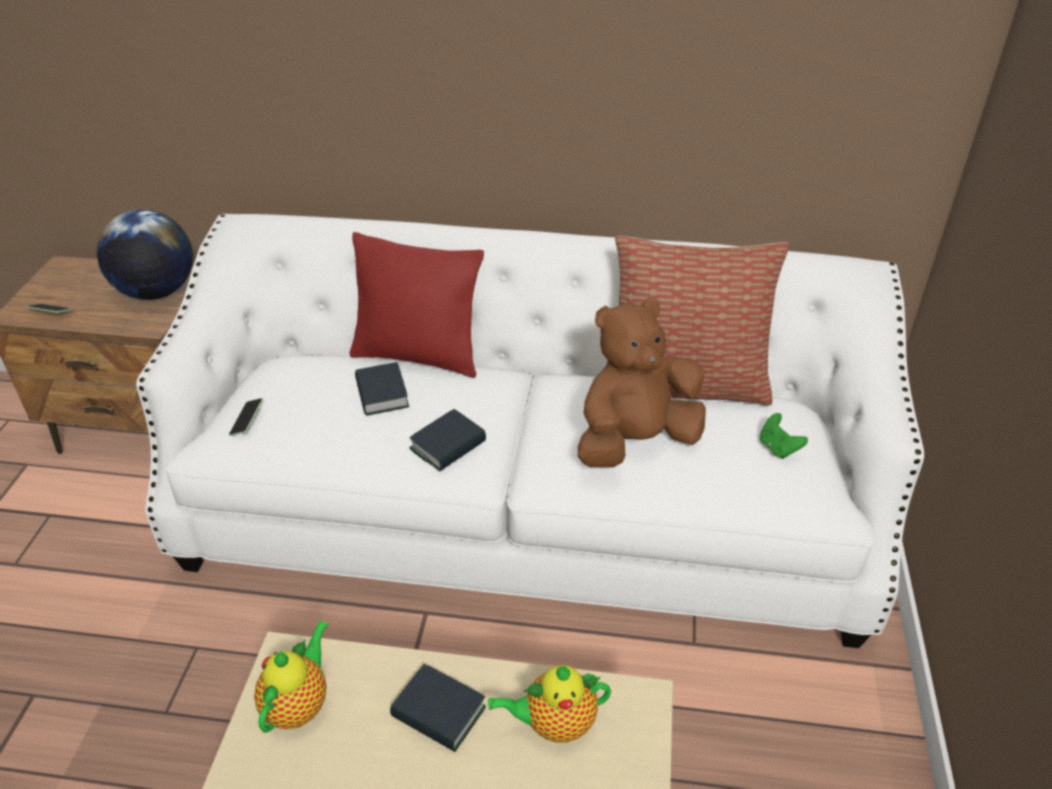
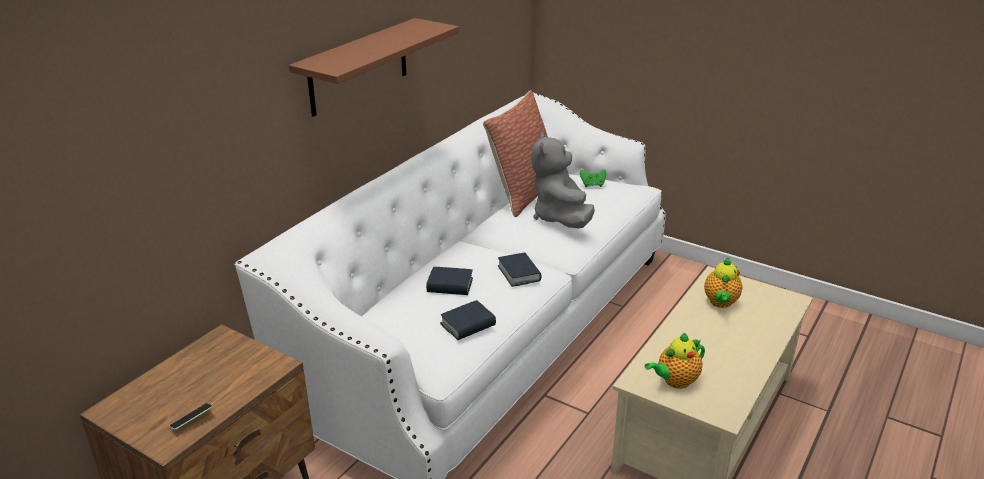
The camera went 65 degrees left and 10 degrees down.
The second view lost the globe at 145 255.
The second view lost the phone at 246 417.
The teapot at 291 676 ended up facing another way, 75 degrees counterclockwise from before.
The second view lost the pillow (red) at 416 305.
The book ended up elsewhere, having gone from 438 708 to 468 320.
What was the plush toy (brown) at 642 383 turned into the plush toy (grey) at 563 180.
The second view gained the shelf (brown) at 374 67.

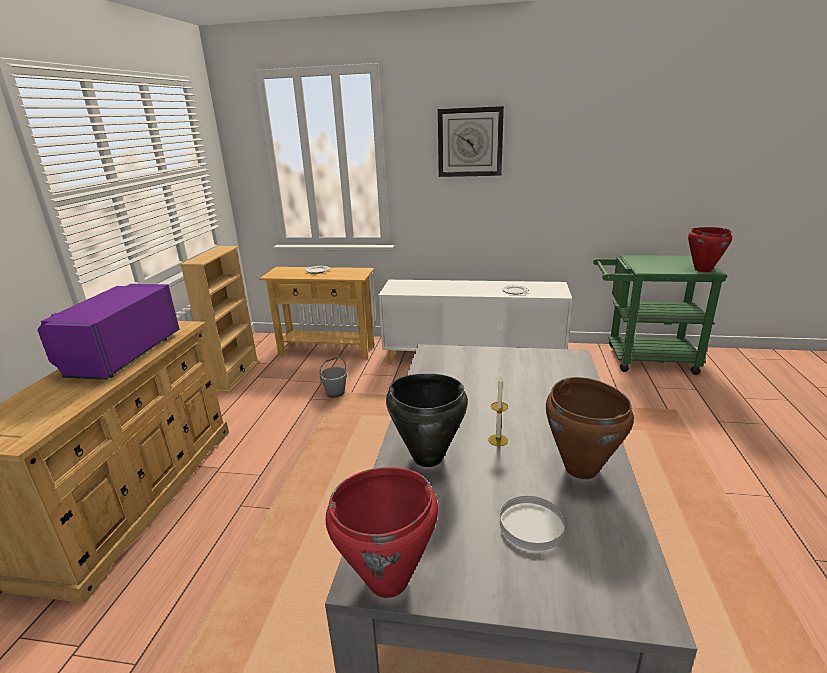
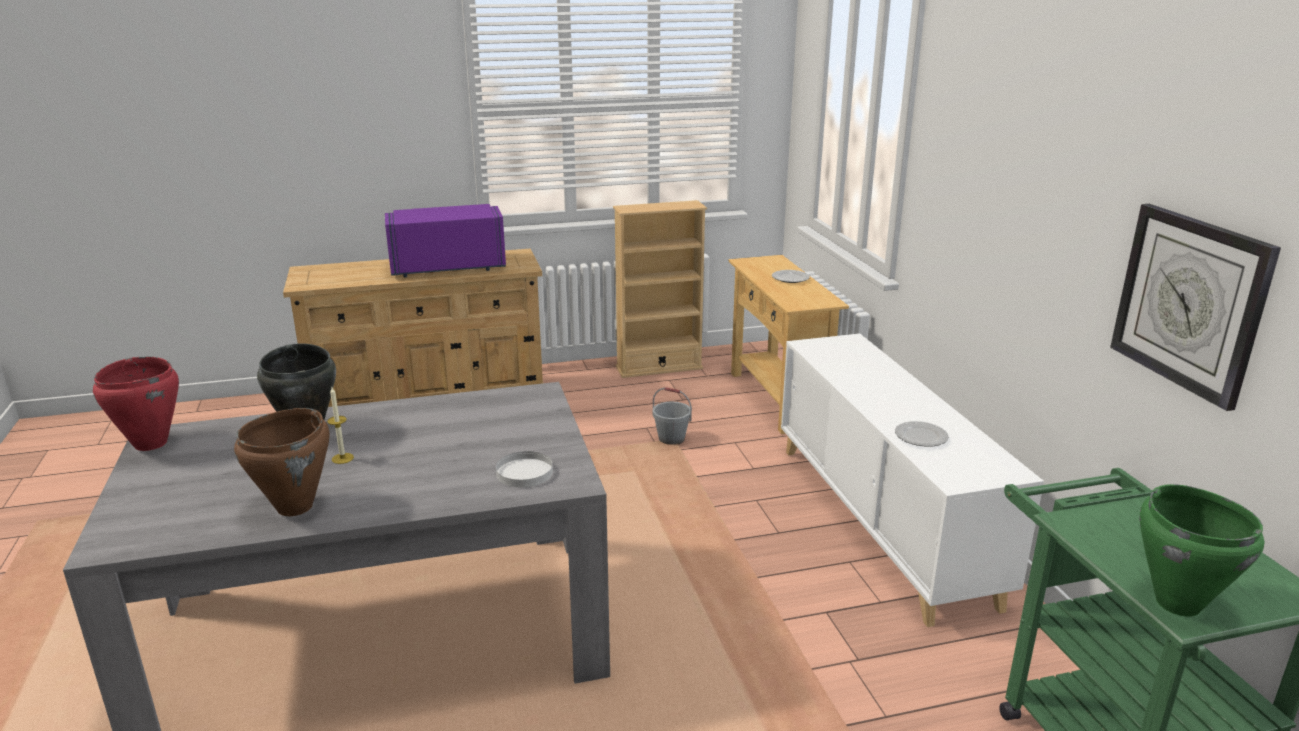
The camera went 65 degrees right and 0 degrees up.
The wall clock ended up elsewhere, having gone from 471 141 to 1195 307.
The plate (white) ended up elsewhere, having gone from 532 523 to 524 469.
What was the cooking pot (red) at 710 249 turned into the cooking pot (green) at 1201 550.

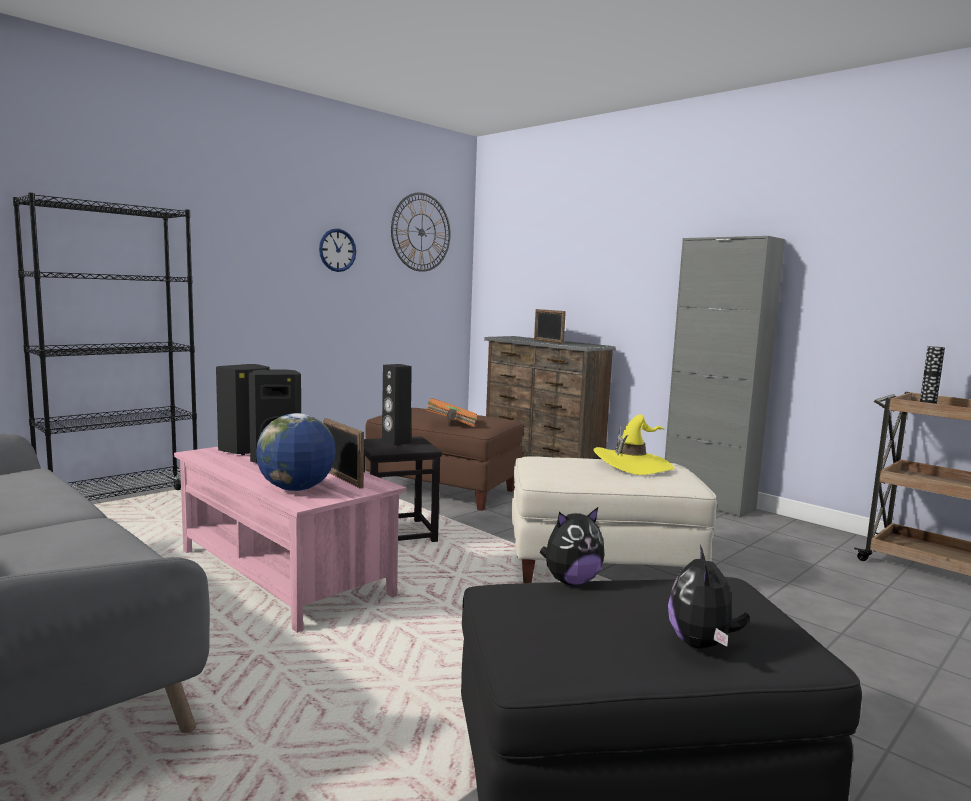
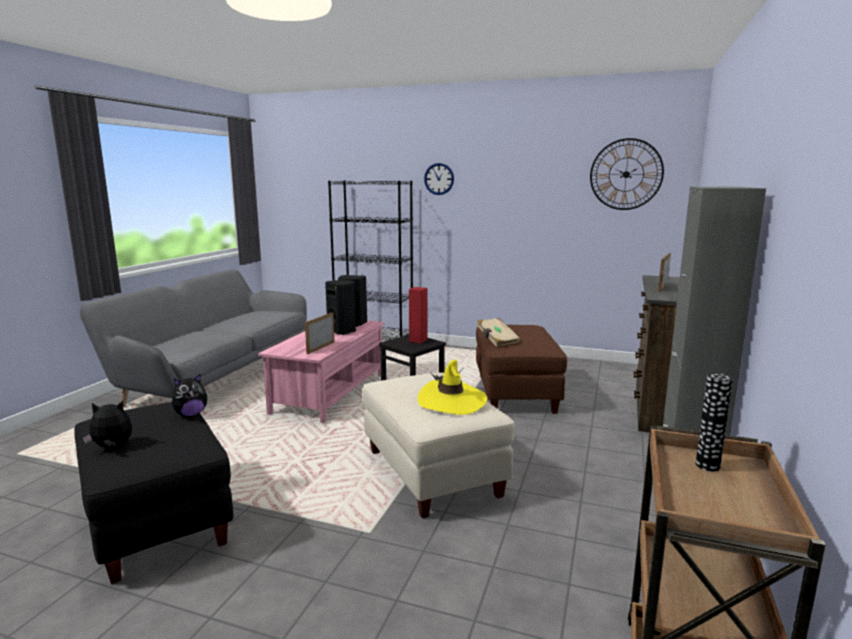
The camera went 65 degrees right and 5 degrees up.
The second view lost the globe at 296 452.
The wall clock ended up elsewhere, having gone from 337 250 to 439 179.
What was the speaker (black) at 397 404 turned into the speaker (red) at 418 315.
What was the book (orange) at 451 412 turned into the book (beige) at 498 332.
The plush toy at 572 546 ended up facing another way, 75 degrees counterclockwise from before.

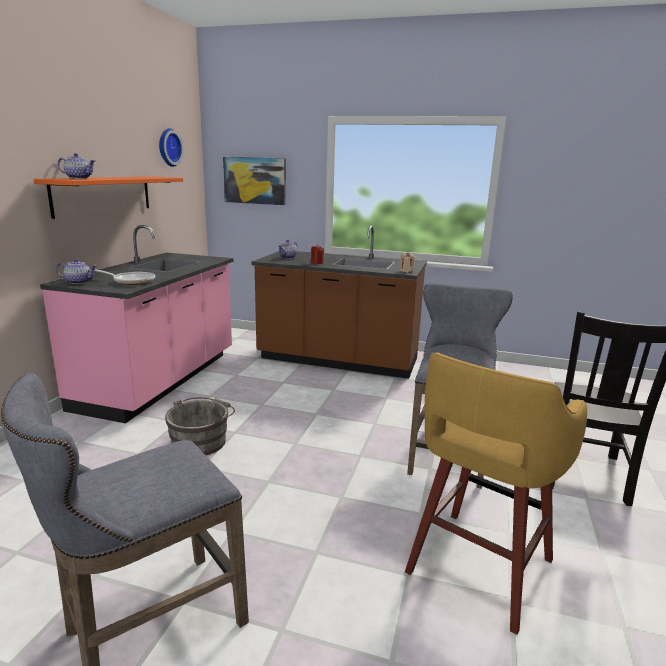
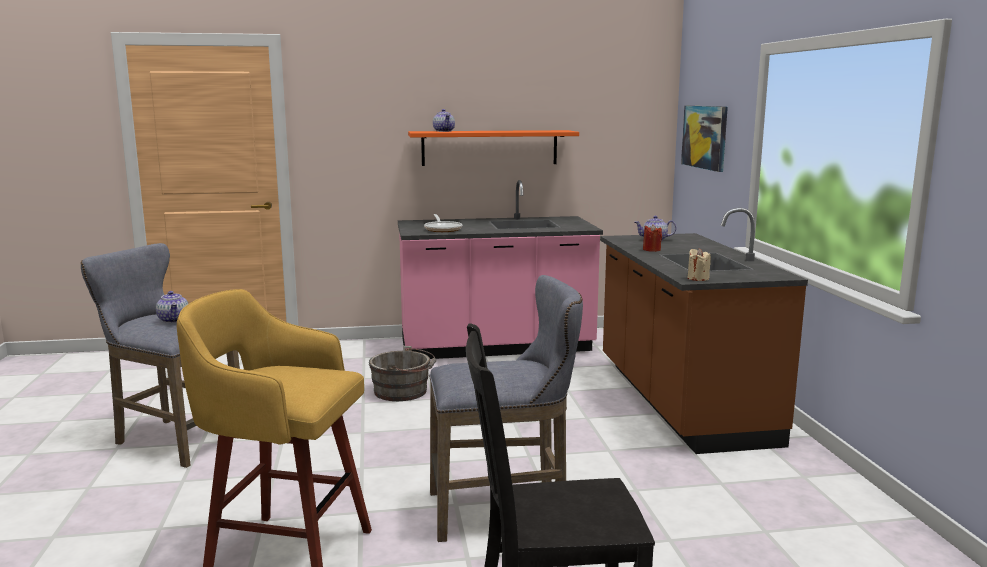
The camera went 65 degrees right and 5 degrees down.
The teapot ended up elsewhere, having gone from 76 271 to 172 307.
The second view lost the wall clock at 171 147.

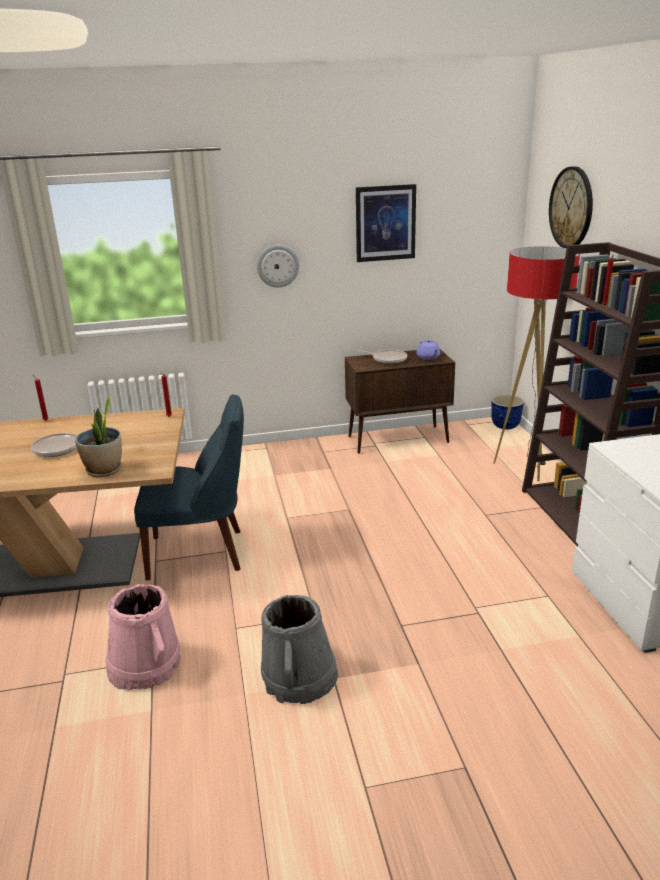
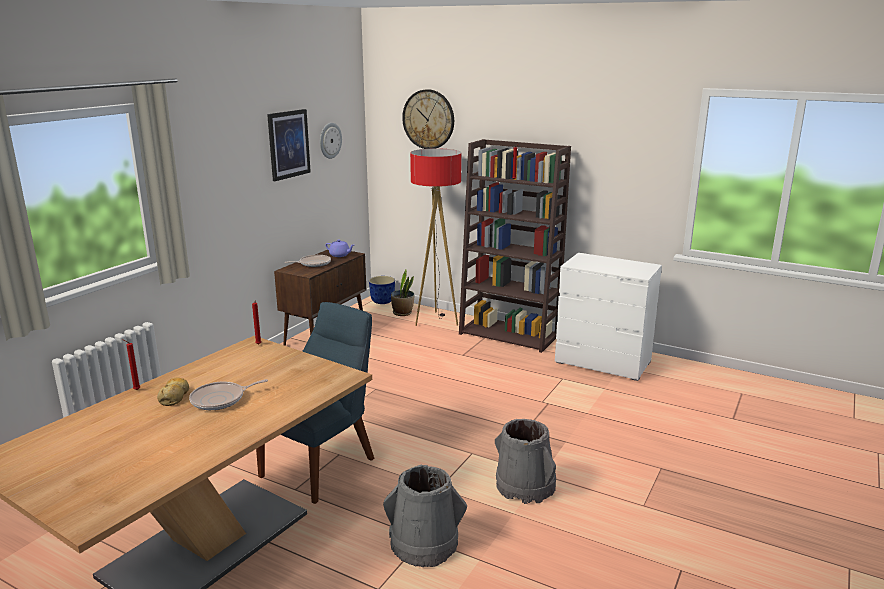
The camera went 50 degrees left and 5 degrees down.
The potted plant ended up elsewhere, having gone from 98 435 to 403 292.
What was the bucket (pink) at 143 637 turned into the bucket (grey) at 425 516.
The wall clock ended up elsewhere, having gone from 278 266 to 331 141.
The second view gained the bread at 173 392.

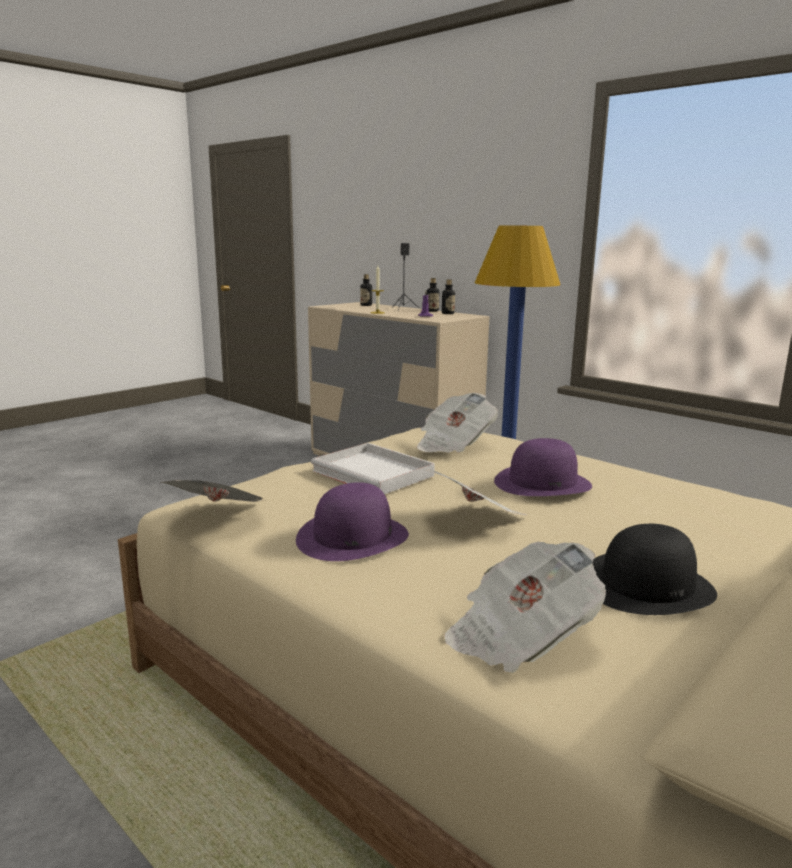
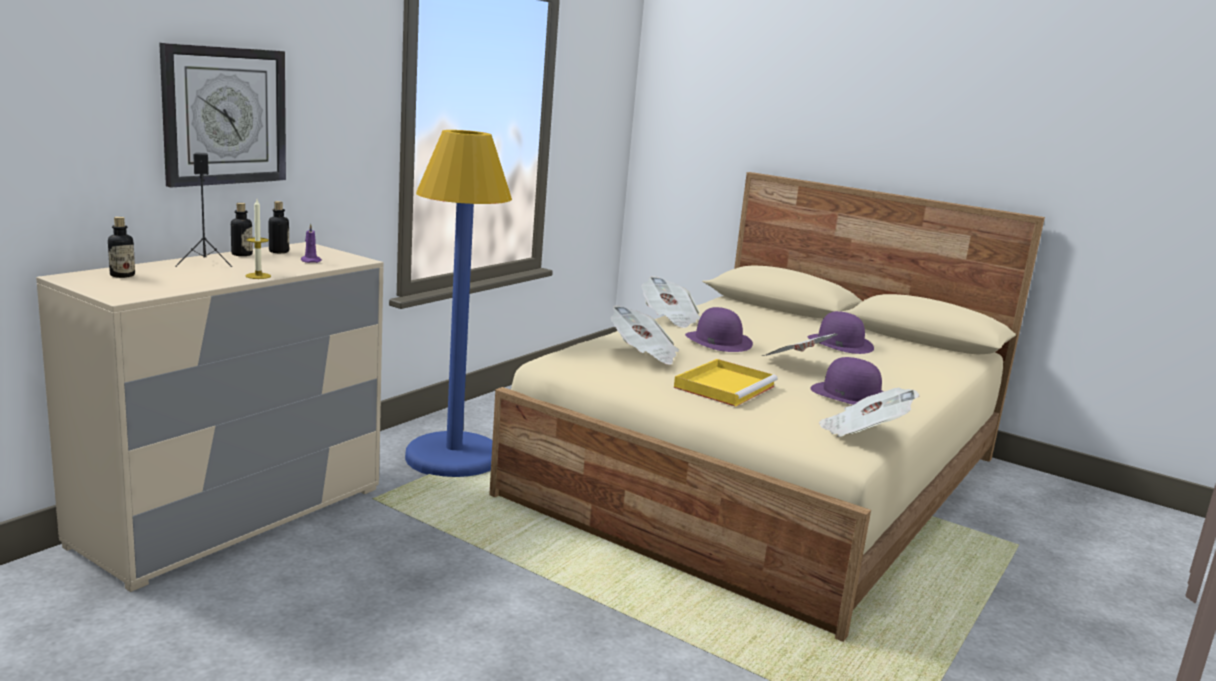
The camera went 100 degrees left and 0 degrees up.
What was the tray (white) at 373 468 turned into the tray (yellow) at 726 383.
The newspaper ended up elsewhere, having gone from 525 607 to 671 302.
What was the hat (black) at 655 569 turned into the hat (purple) at 841 332.
The second view gained the wall clock at 222 115.

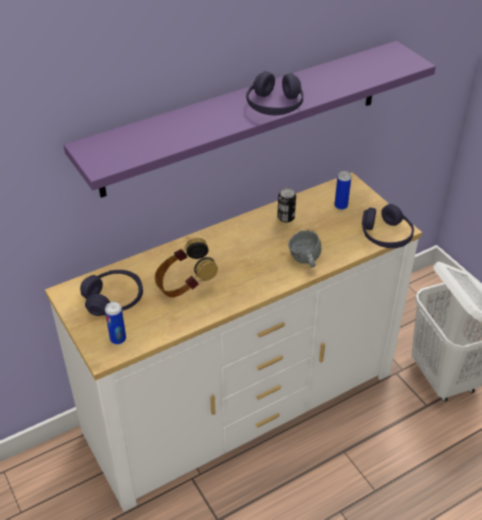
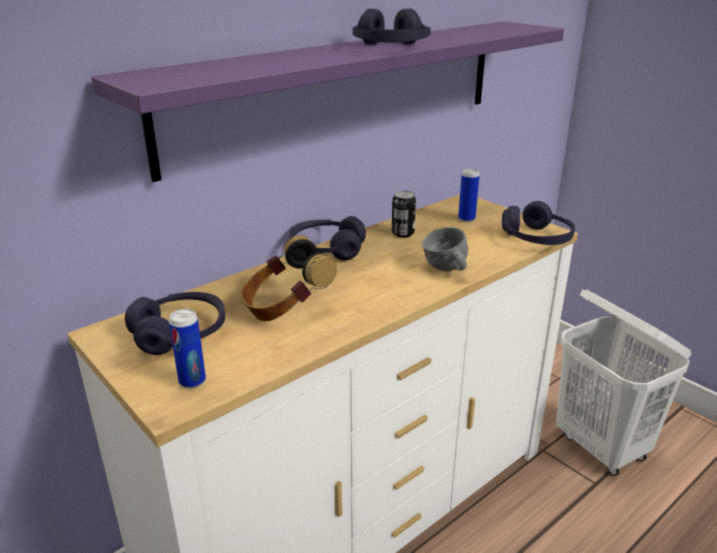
The camera went 10 degrees left and 15 degrees down.
The second view gained the headphones (purple) at 328 238.

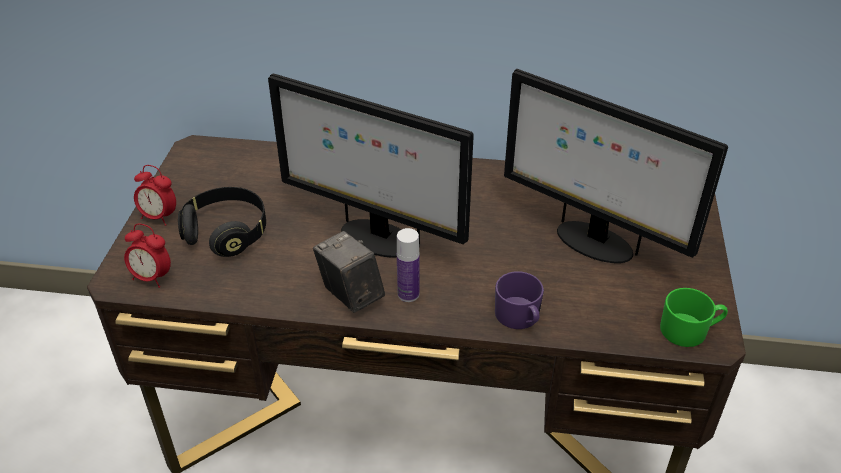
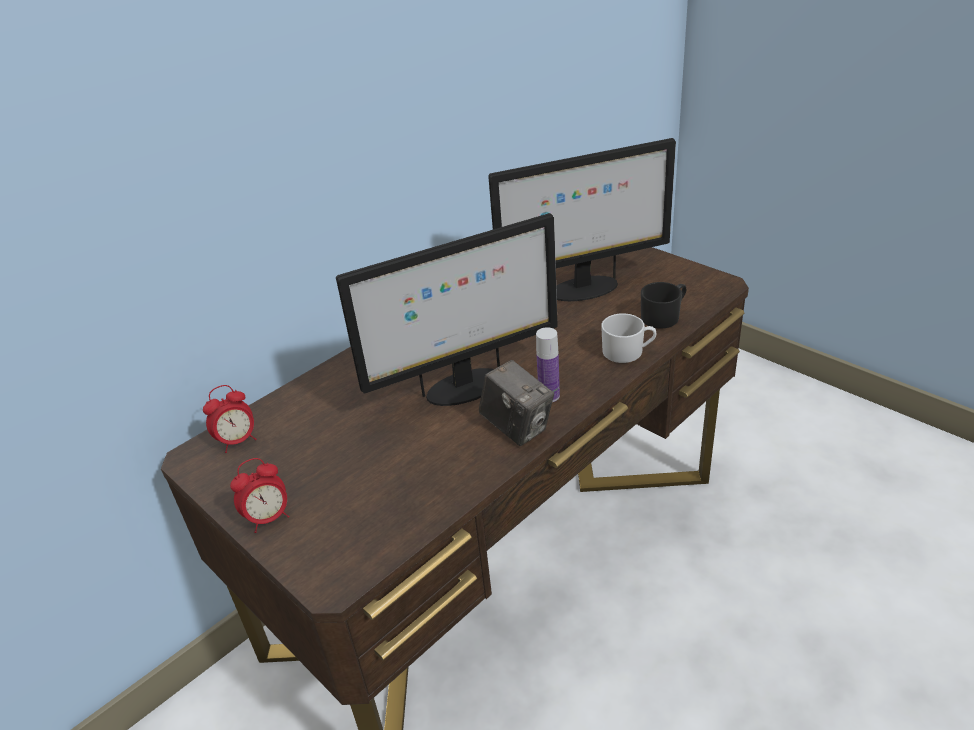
The camera went 50 degrees left and 5 degrees down.
The alarm clock ended up elsewhere, having gone from 147 256 to 230 419.
The second view lost the headphones (black) at 222 222.
The photo camera at 349 272 ended up facing another way, 135 degrees counterclockwise from before.
What was the mug (purple) at 519 300 turned into the mug (white) at 629 338.
The second view lost the mug (green) at 694 317.
The second view gained the mug (black) at 663 305.

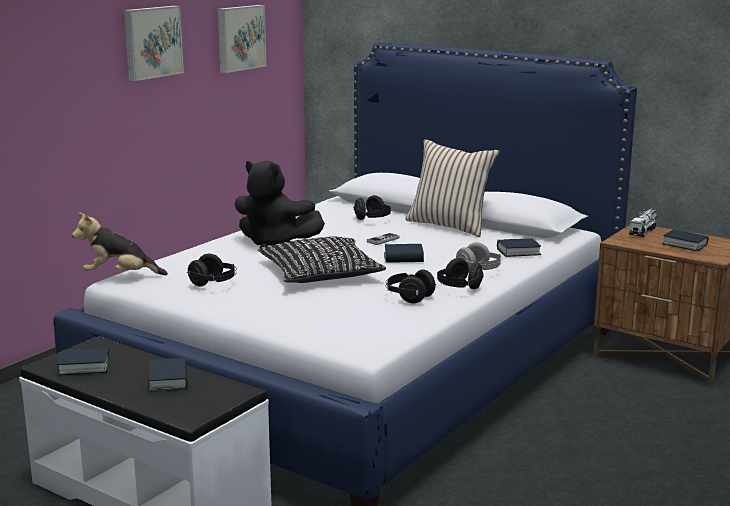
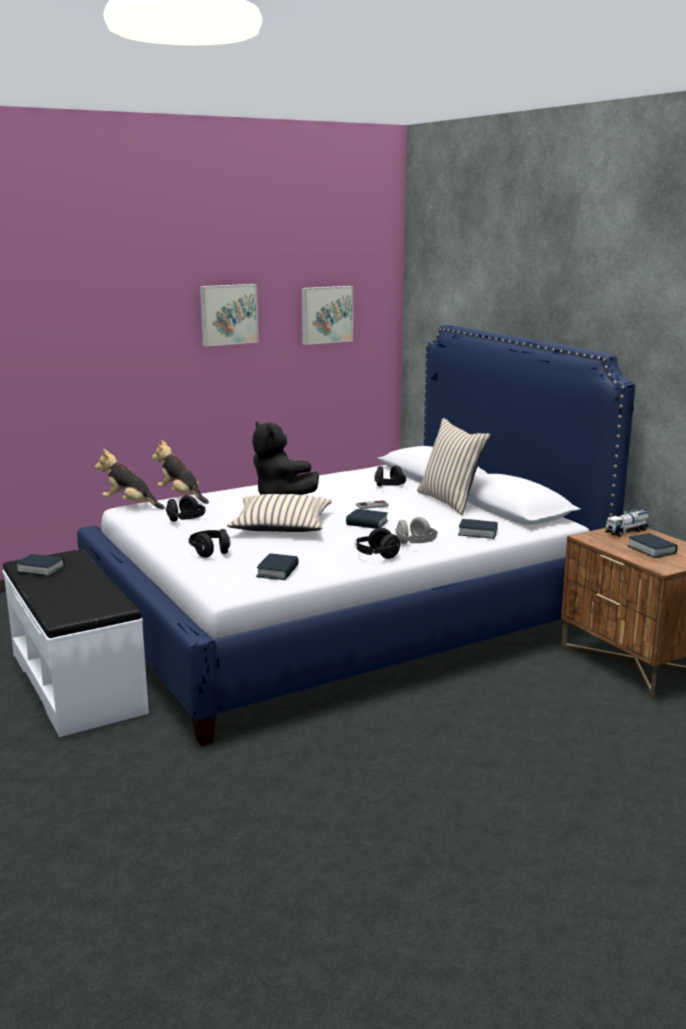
The camera went 25 degrees right and 0 degrees up.
The book ended up elsewhere, having gone from 168 375 to 277 566.
What was the pillow (black) at 322 259 turned into the pillow (beige) at 279 513.
The headphones (black) ended up elsewhere, having gone from 411 286 to 210 543.
The second view gained the plush toy at 180 472.

